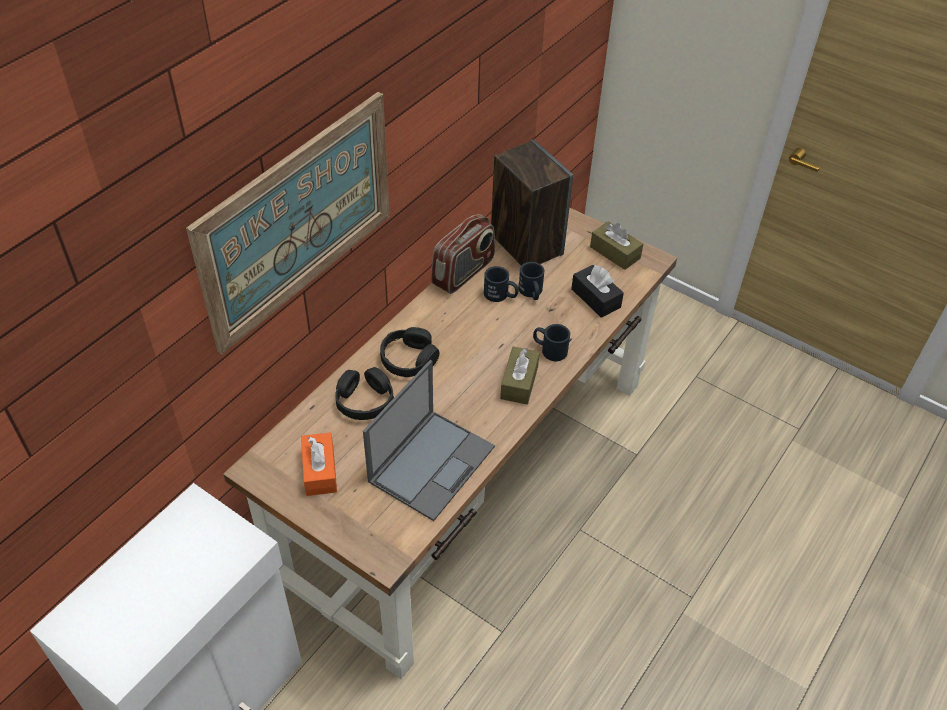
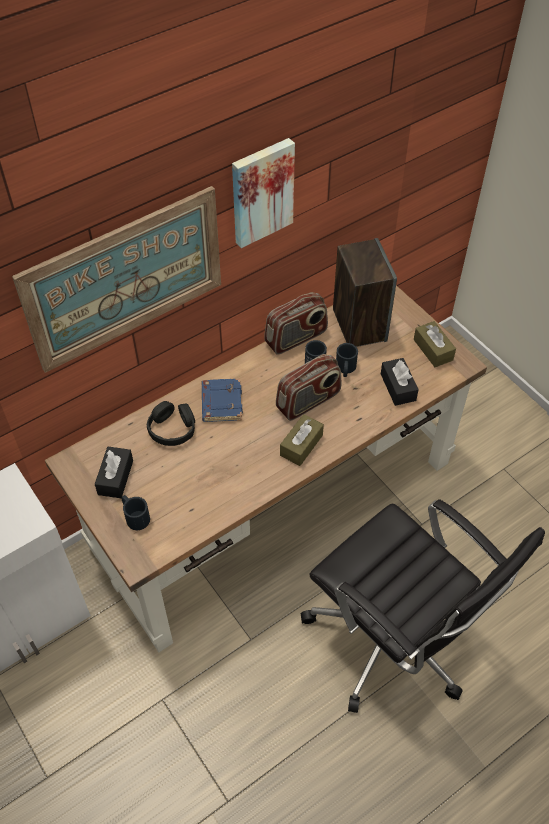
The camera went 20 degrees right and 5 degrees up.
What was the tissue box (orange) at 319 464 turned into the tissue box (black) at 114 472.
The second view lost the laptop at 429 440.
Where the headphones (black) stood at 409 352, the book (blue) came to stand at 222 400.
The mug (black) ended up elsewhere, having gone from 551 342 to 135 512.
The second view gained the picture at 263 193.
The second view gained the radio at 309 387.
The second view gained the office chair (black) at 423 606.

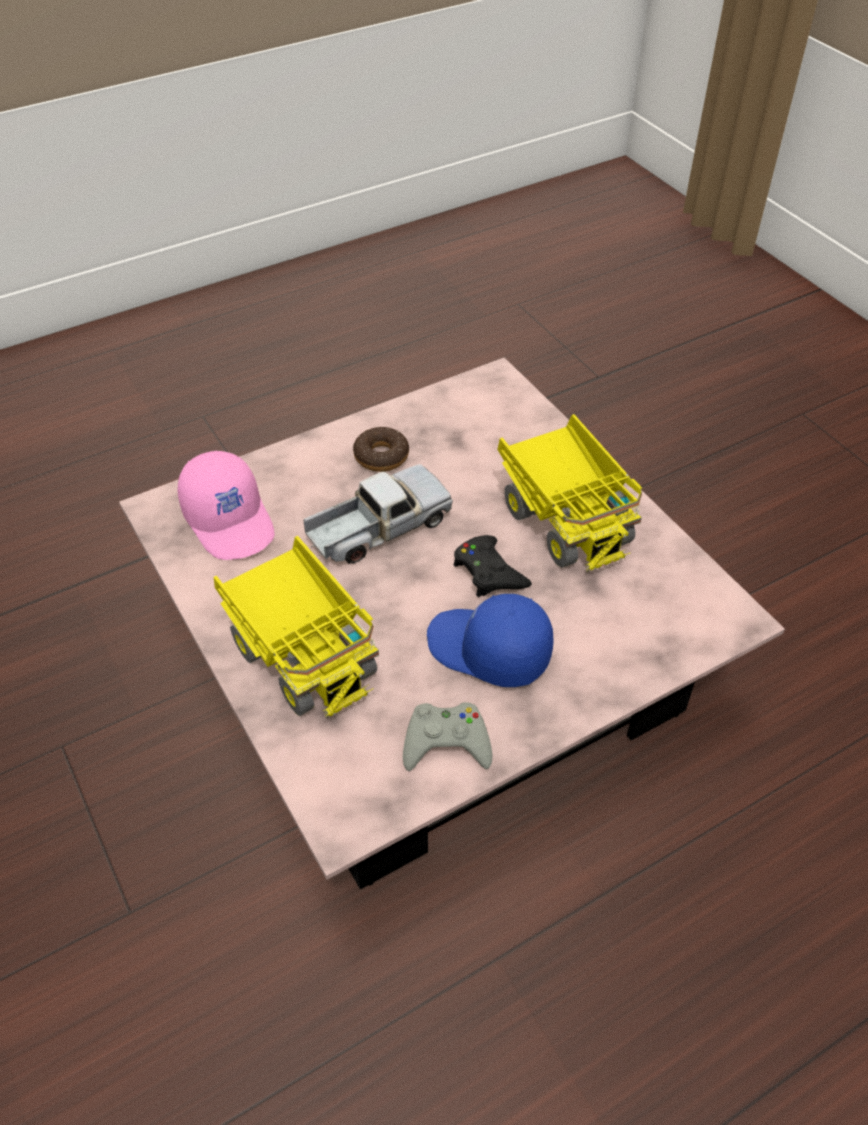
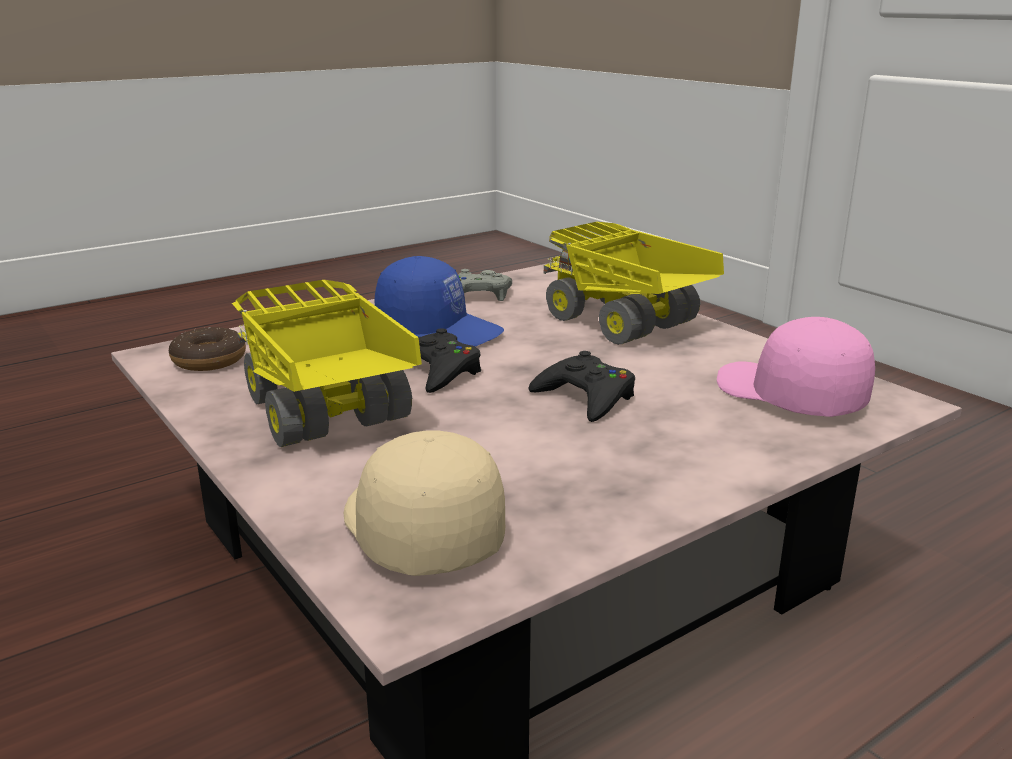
The camera went 175 degrees right and 25 degrees down.
Where the toy truck stood at 378 514, the game controller (black) came to stand at 581 386.
The donut ended up elsewhere, having gone from 381 449 to 207 349.
The second view gained the cap (beige) at 424 503.

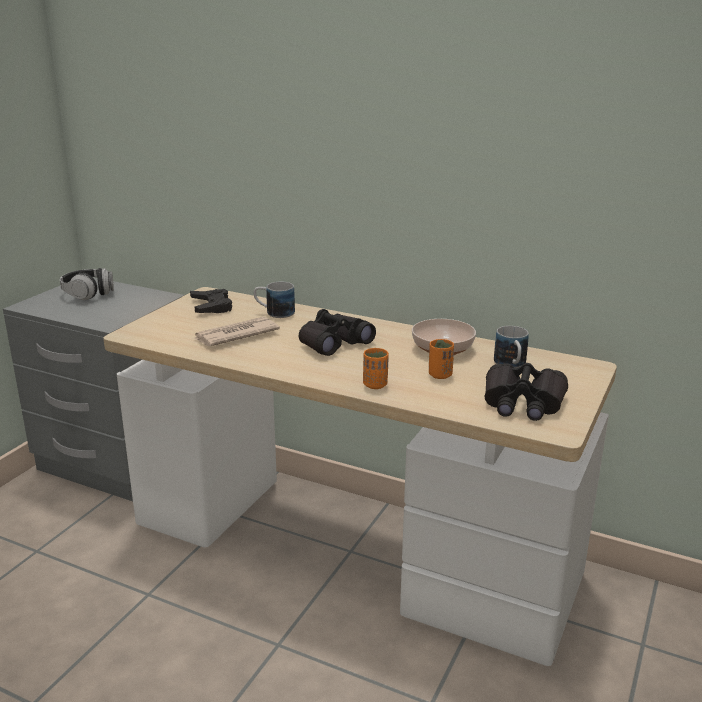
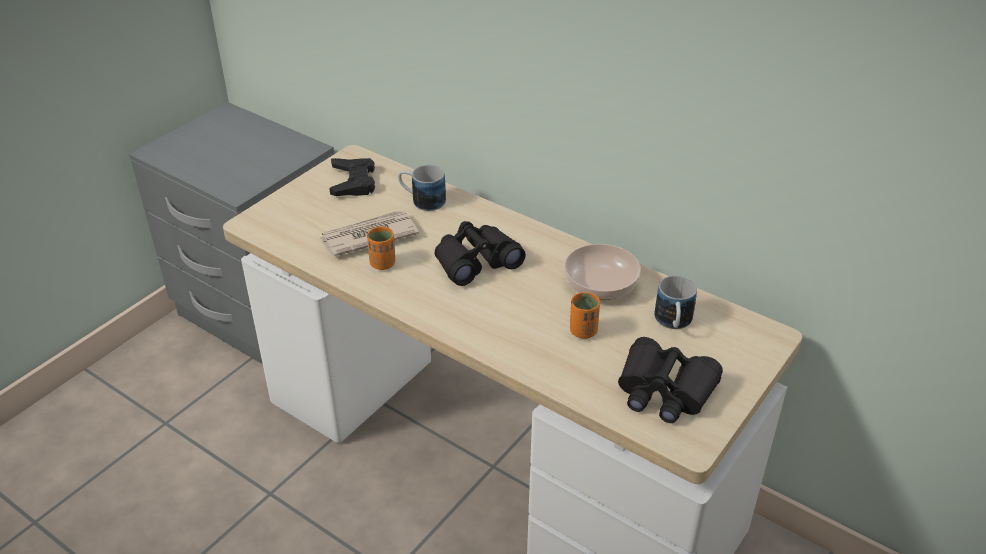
The camera went 10 degrees right and 15 degrees up.
The second view lost the headphones at 87 284.
The cup (orange) ended up elsewhere, having gone from 376 368 to 381 248.

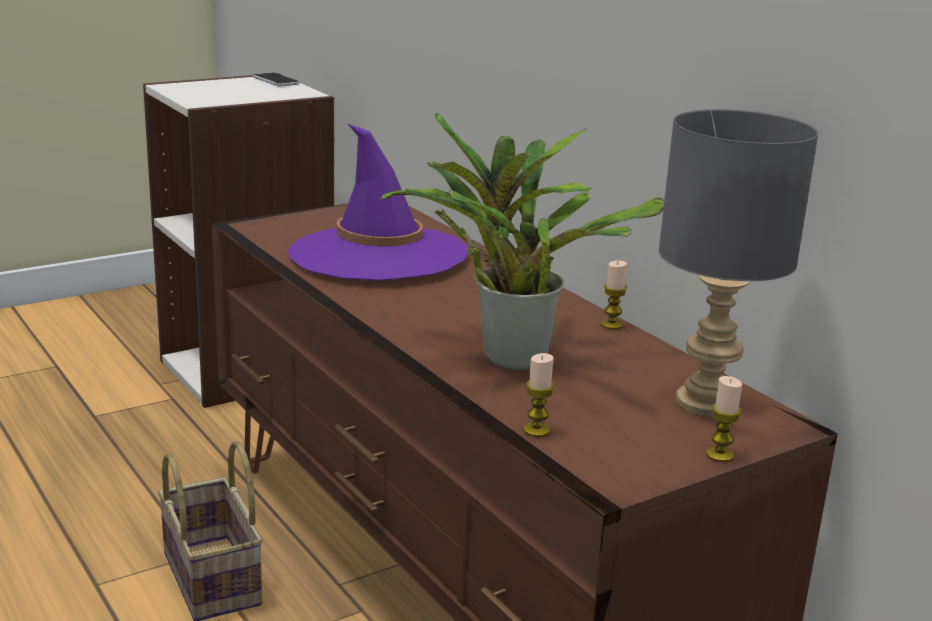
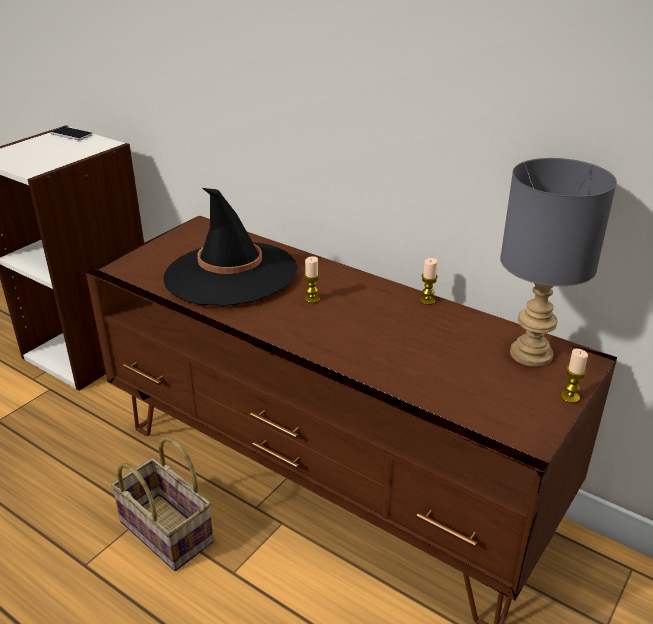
The camera went 20 degrees left and 10 degrees up.
What was the hat (purple) at 378 202 turned into the hat (black) at 231 247.
The second view lost the potted plant at 522 241.
The candle ended up elsewhere, having gone from 538 395 to 312 279.

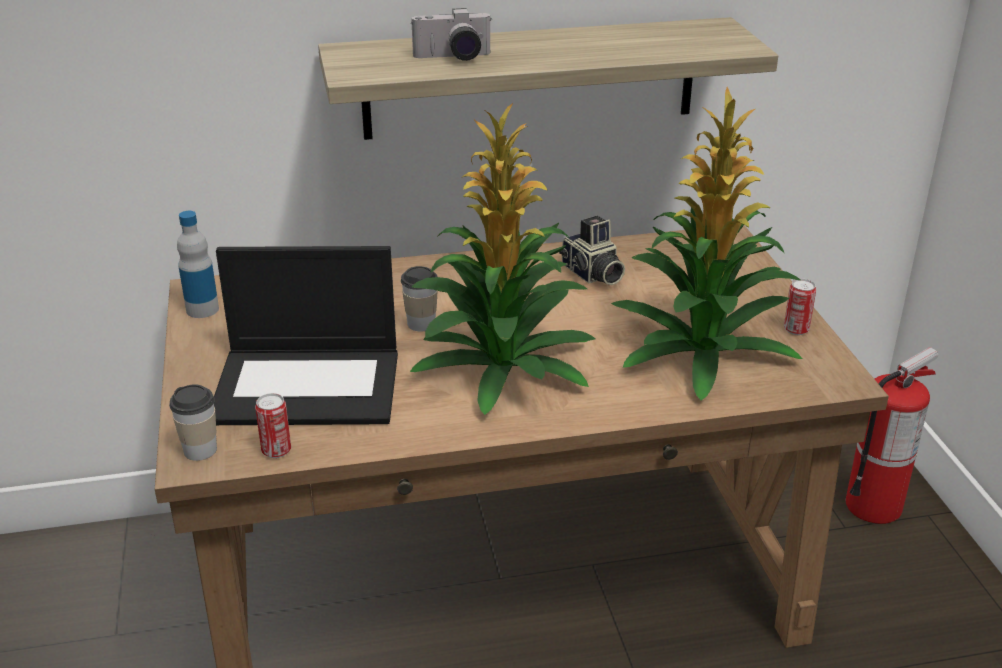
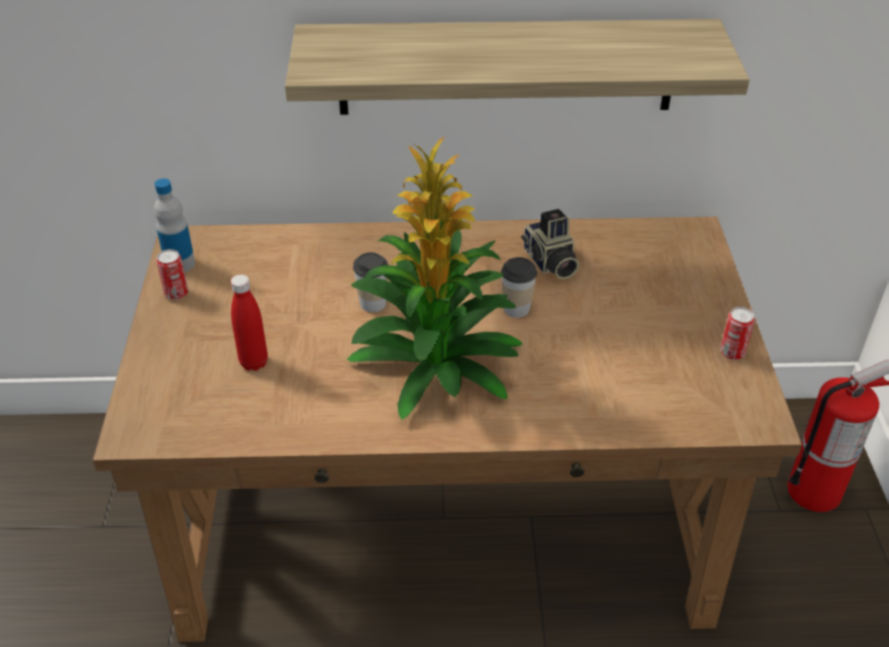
The camera went 10 degrees right and 10 degrees up.
The cup ended up elsewhere, having gone from 193 422 to 519 287.
Where the laptop stood at 306 335, the bottle (red) came to stand at 249 322.
The can ended up elsewhere, having gone from 273 425 to 172 274.
The second view lost the photo camera at 451 34.
The second view lost the potted plant at 706 244.

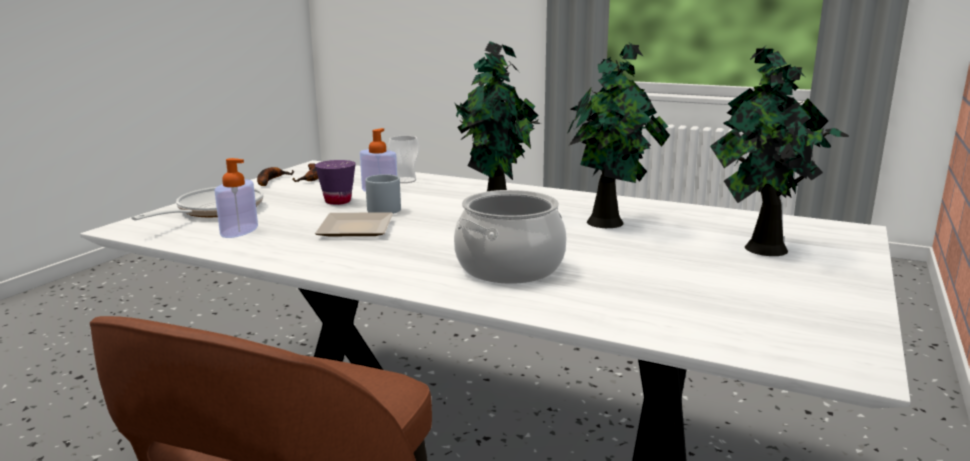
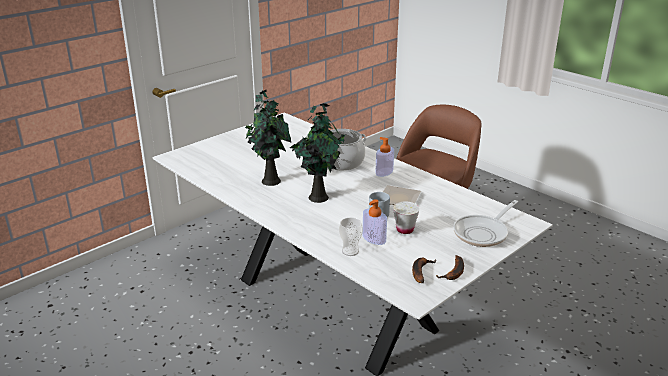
The camera went 160 degrees left and 10 degrees up.
The soap dispenser ended up elsewhere, having gone from 236 198 to 384 157.
What was the cup (purple) at 335 182 turned into the cup (white) at 406 217.
The second view lost the potted plant at 779 151.

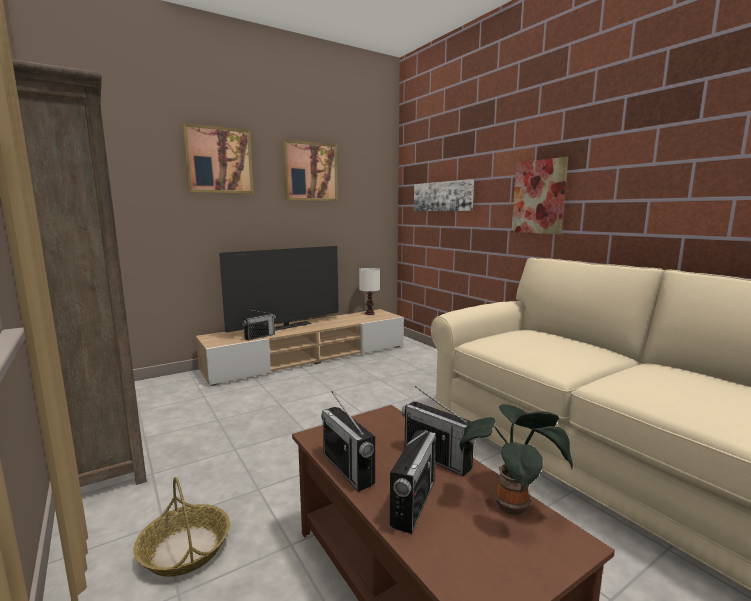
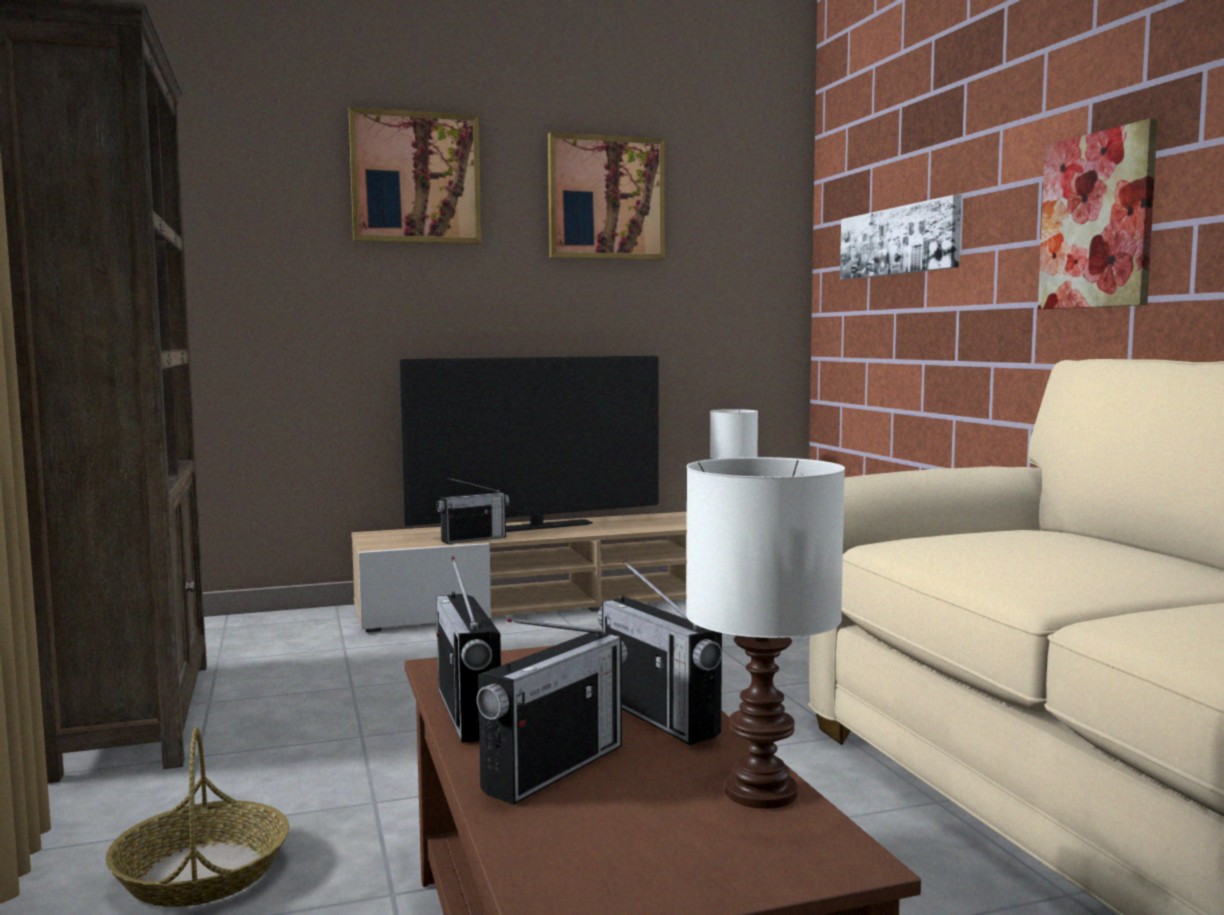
The camera went 15 degrees right and 5 degrees down.
Where the potted plant stood at 516 459, the table lamp (white) came to stand at 765 633.

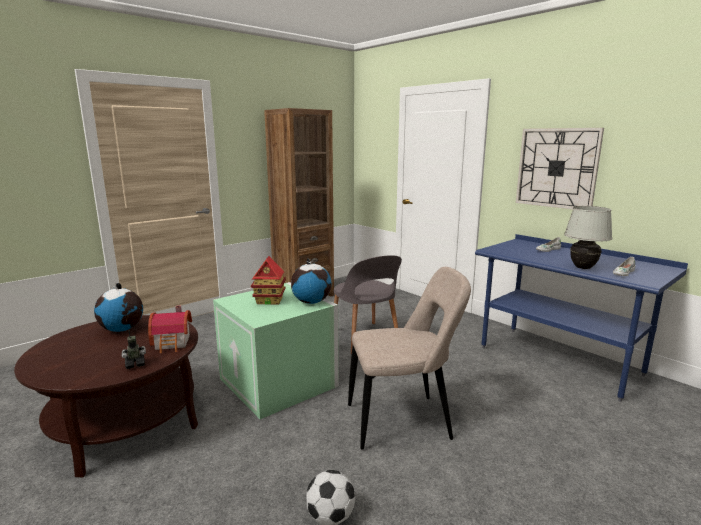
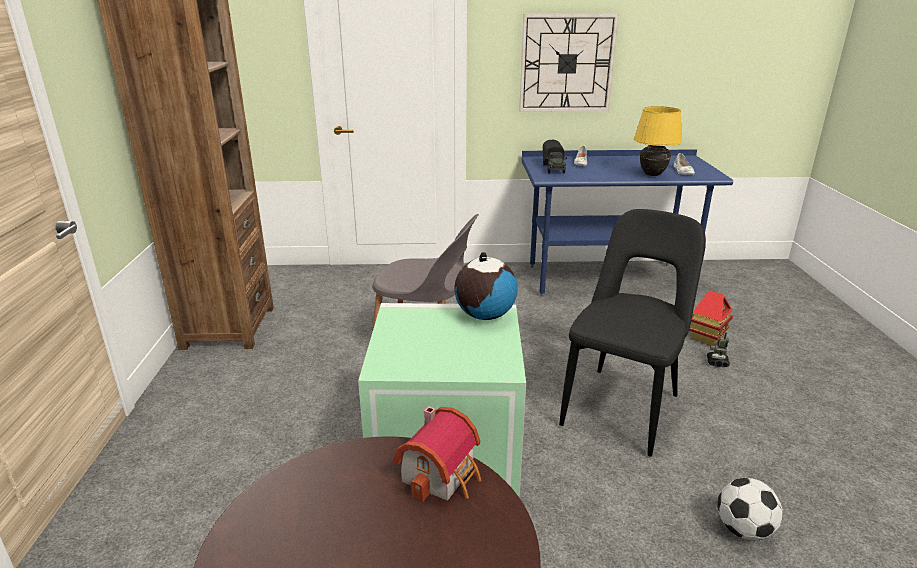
The camera went 50 degrees left and 10 degrees up.
The second view lost the globe at 118 307.
The toy robot ended up elsewhere, having gone from 134 349 to 718 349.
The toy house ended up elsewhere, having gone from 268 280 to 711 318.
What was the chair (beige) at 409 358 turned into the chair (black) at 632 333.
What was the table lamp (white) at 588 237 turned into the table lamp (yellow) at 658 141.
The second view gained the toy truck at 554 156.

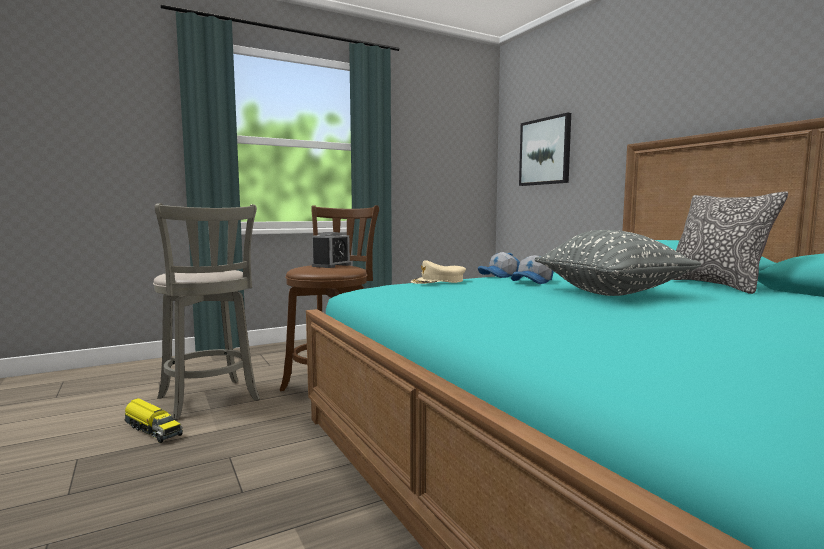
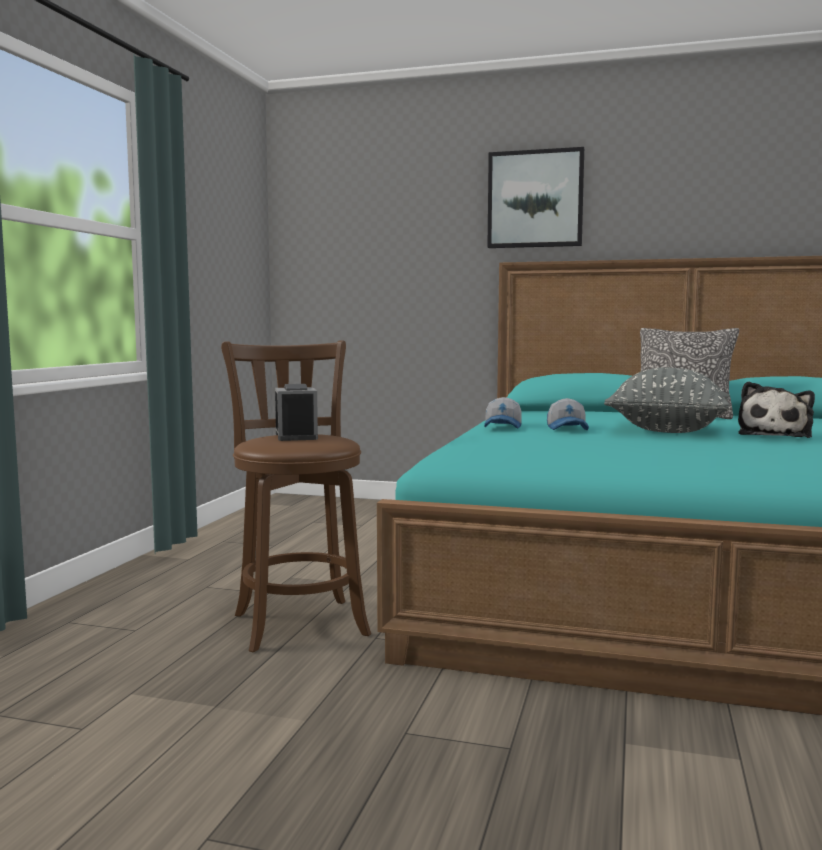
The camera went 45 degrees left and 0 degrees up.
The second view lost the toy truck at 154 420.
The second view lost the stool (grey) at 206 311.
The second view lost the cap (beige) at 438 272.
The picture ended up elsewhere, having gone from 545 149 to 535 197.
The second view gained the plush toy at 776 410.

